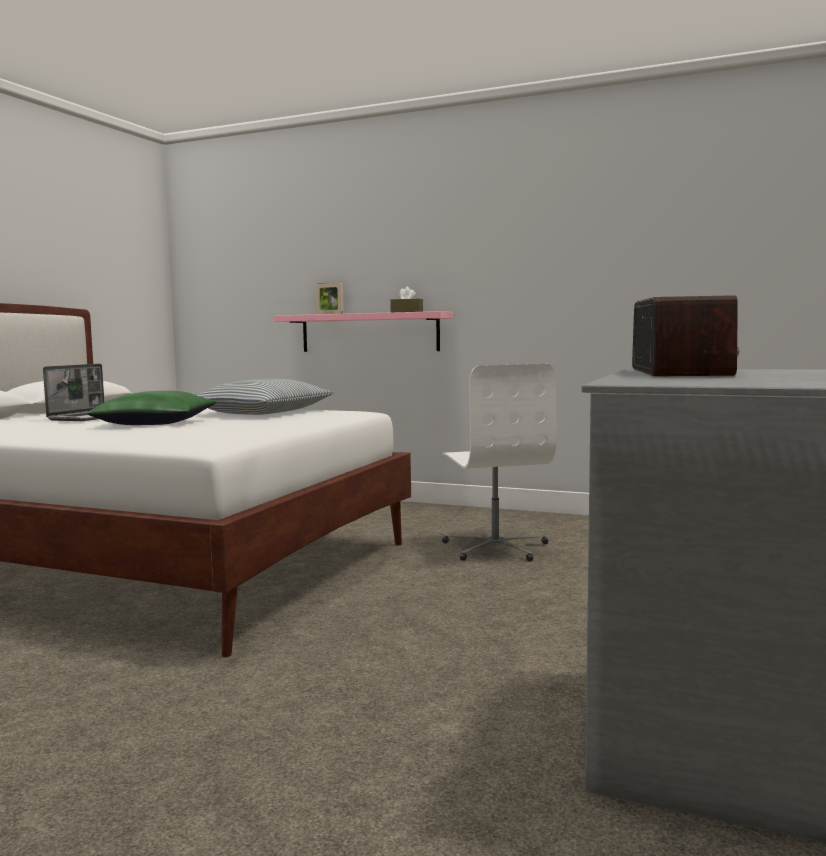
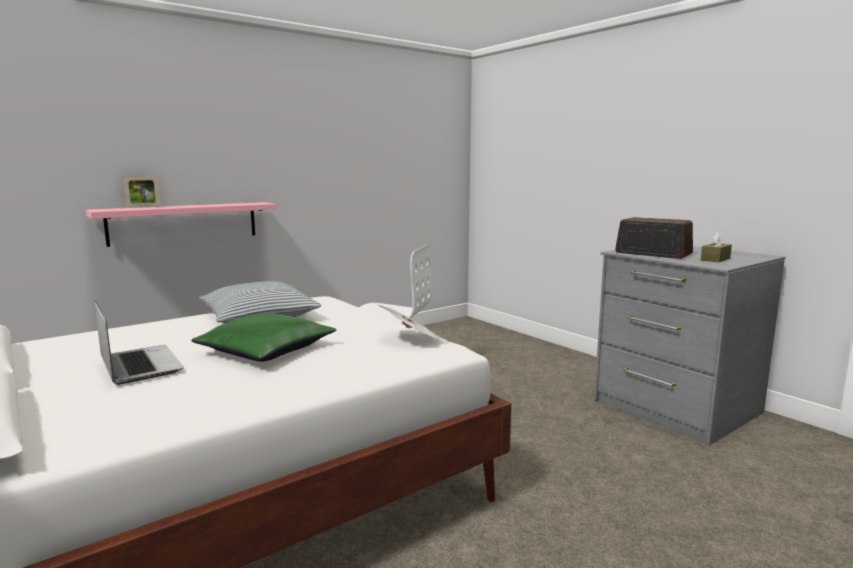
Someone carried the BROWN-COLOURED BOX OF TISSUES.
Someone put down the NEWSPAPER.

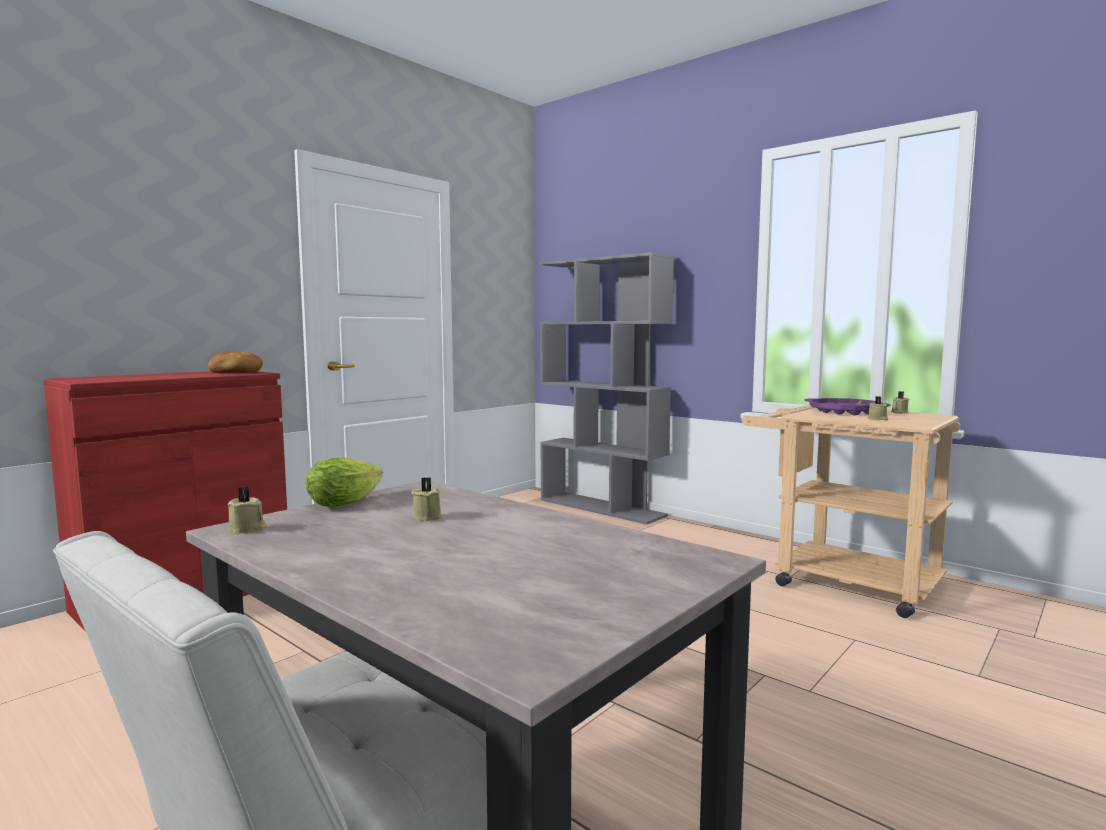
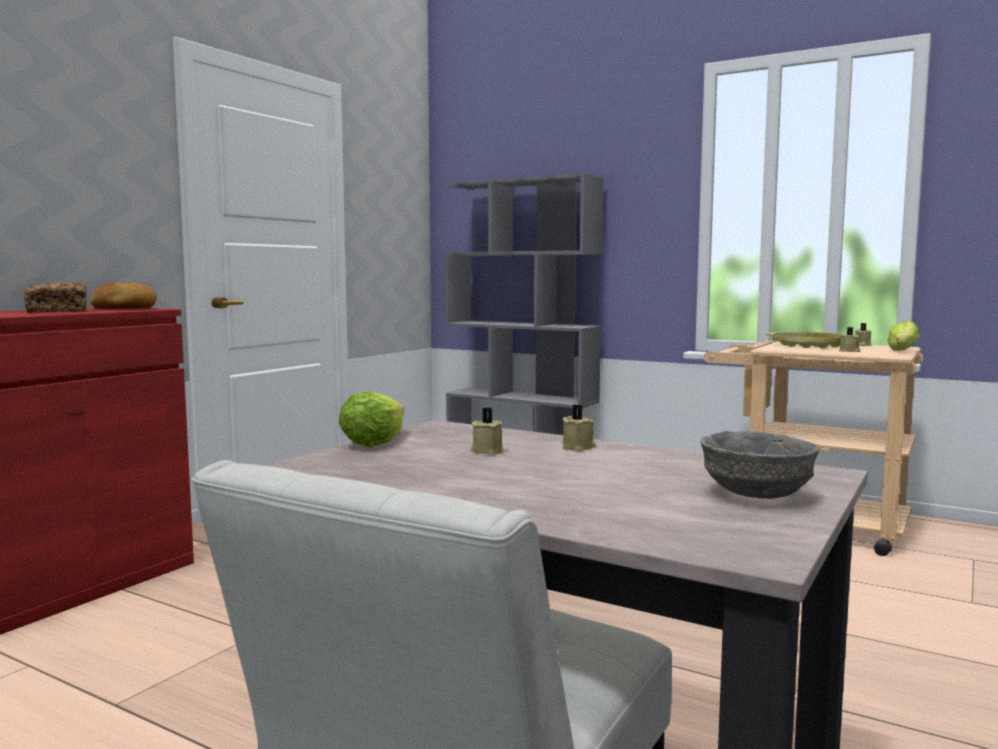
Someone carried the BEIGE-COLOURED WAX CANDLE (1st from left in the first image).
Someone repainted the PURPLISH TRAY, which became the YELLOWISH TRAY.
Someone put down the BAKERY BREAD (1st from left).
Someone put down the GRAY SERVING BOWL.
Someone put down the HEAD OF LETTUCE (2nd from left).

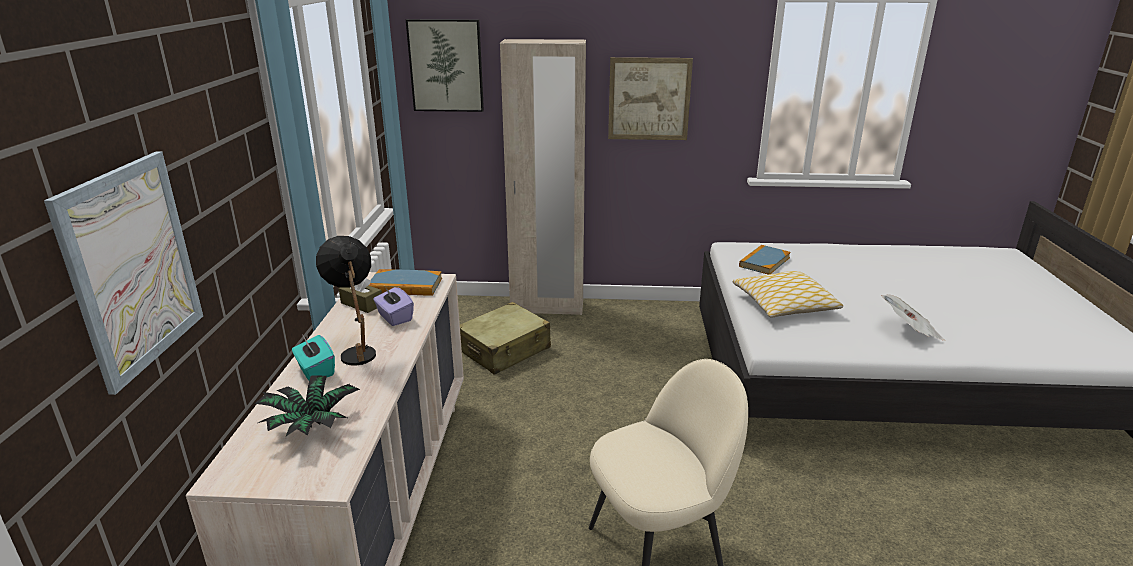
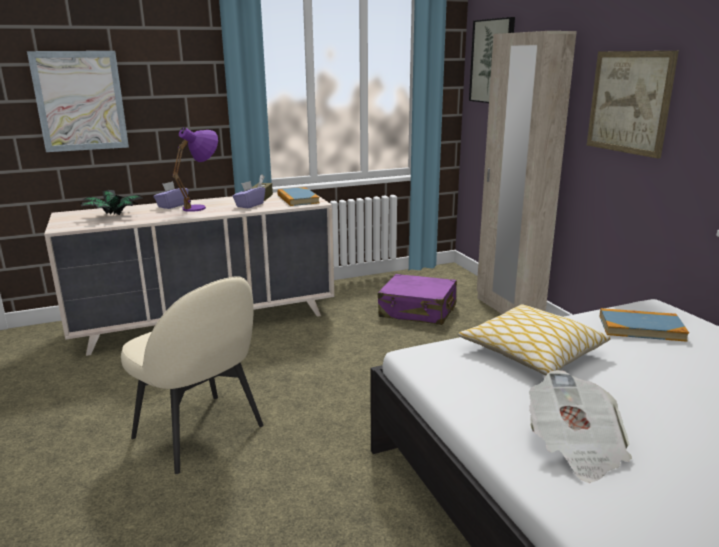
Someone repainted the TURQUOISE BOX OF TISSUES, which became the PURPLISH BOX OF TISSUES (1st from left).
Someone repainted the BLACK-COLOURED TABLE LAMP, which became the PURPLISH TABLE LAMP.
Someone repainted the BEIGE-COLOURED TRAVEL CASE, which became the PURPLISH TRAVEL CASE.

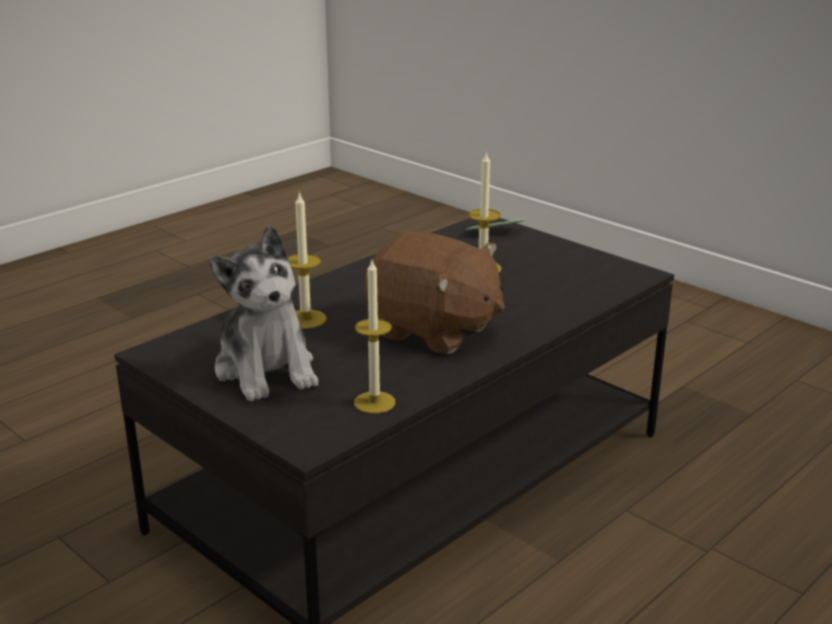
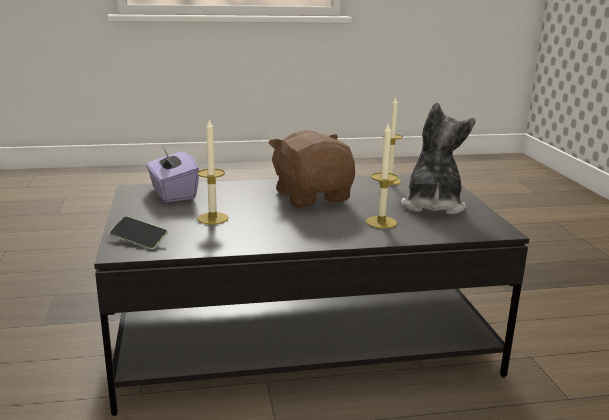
Someone put down the PURPLISH BOX OF TISSUES.

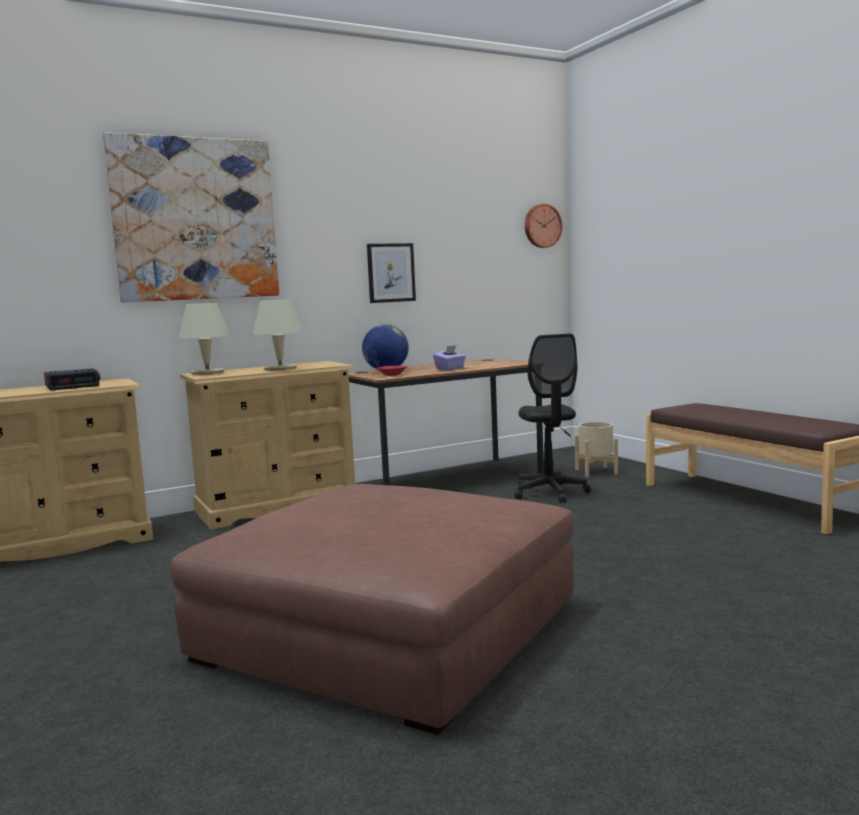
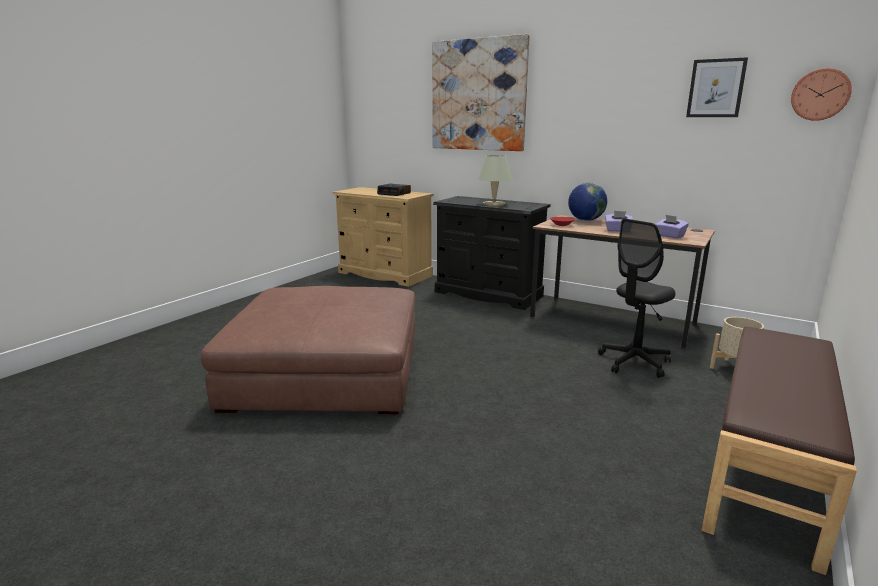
Someone took away the BEIGE-COLOURED TABLE LAMP (1st from left).
Someone repainted the BEIGE-COLOURED DRAWER CHEST (2nd from left), which became the BLACK-COLOURED DRAWER CHEST.
Someone carried the WALL PICTURE (2nd from left).
Someone put down the PURPLISH BOX OF TISSUES (2nd from left).

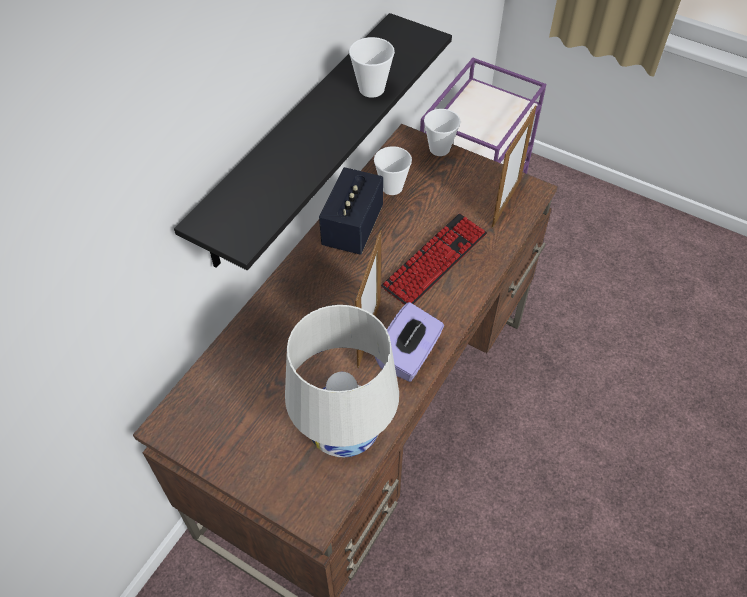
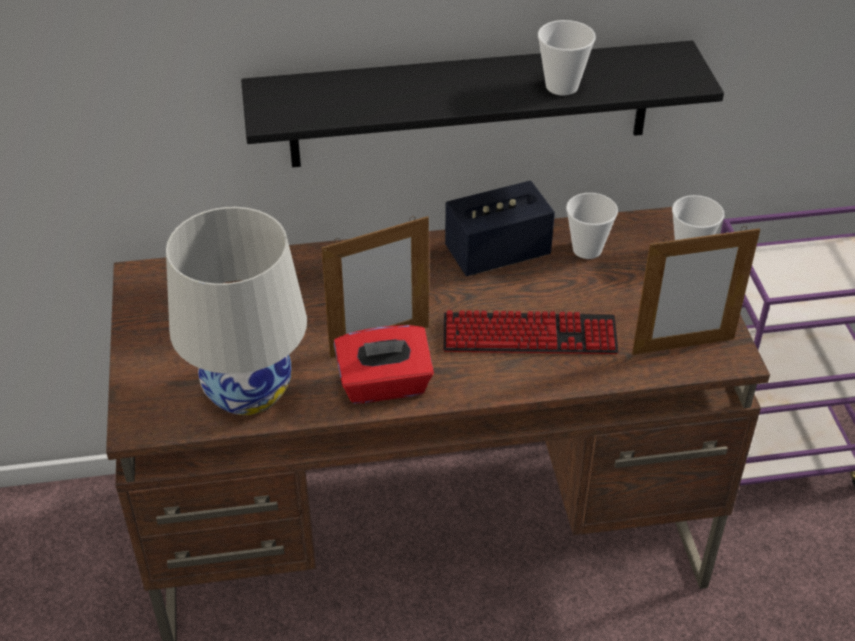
Someone repainted the PURPLISH BOX OF TISSUES, which became the RED BOX OF TISSUES.

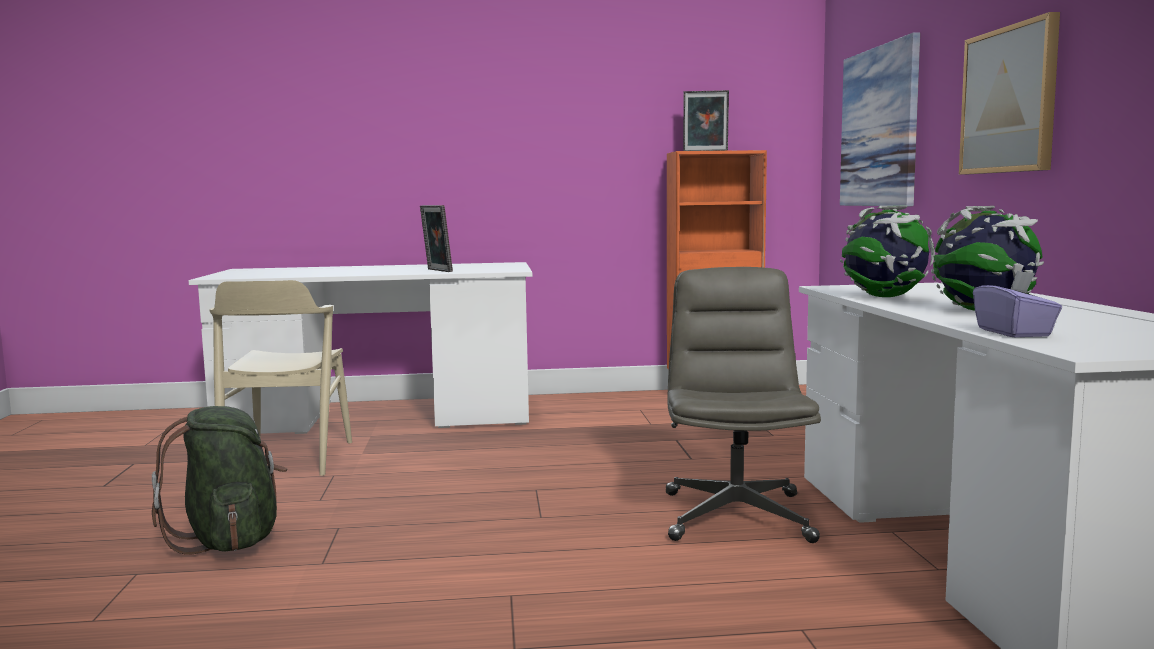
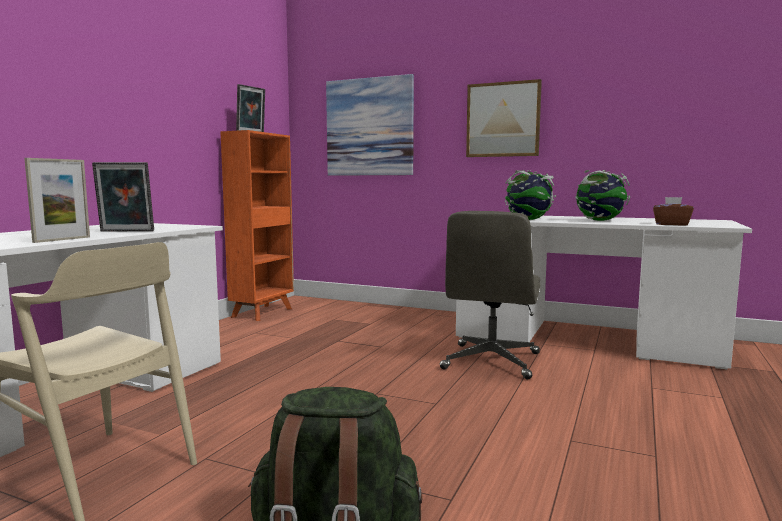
Someone rotated the GRAY COMPUTER CHAIR by 105 degrees counterclockwise.
Someone repainted the PURPLISH BOX OF TISSUES, which became the BROWN-COLOURED BOX OF TISSUES.
Someone put down the PHOTO FRAME (1st from left).

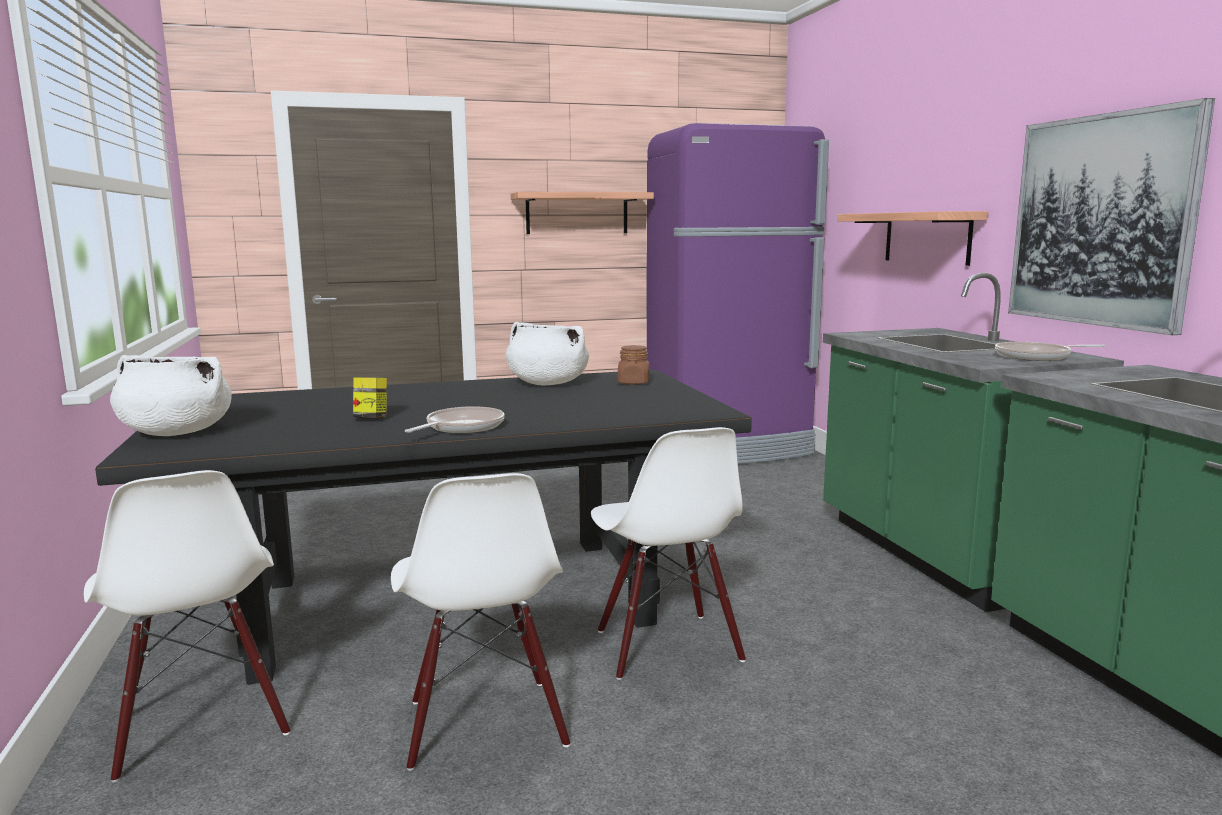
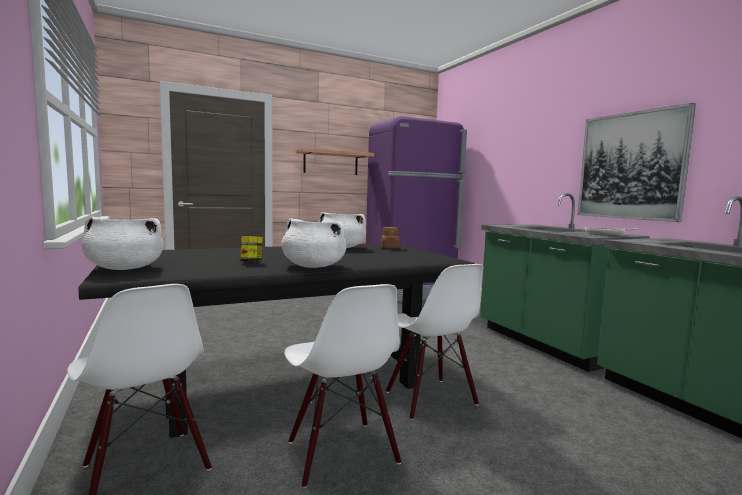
Someone swapped the FRYING PAN (1st from left) for the WHITISH STOCKPOT (2nd from left).
Someone took away the WALL SHELF (2nd from left).

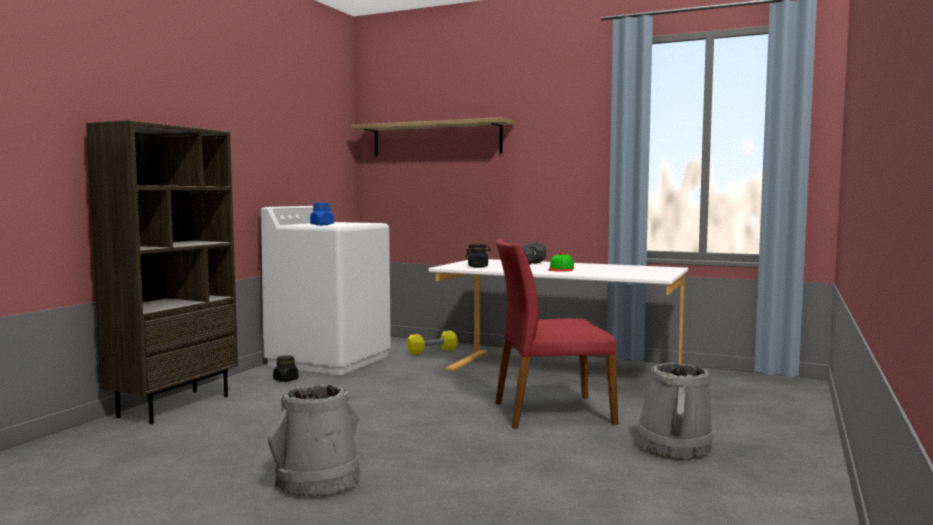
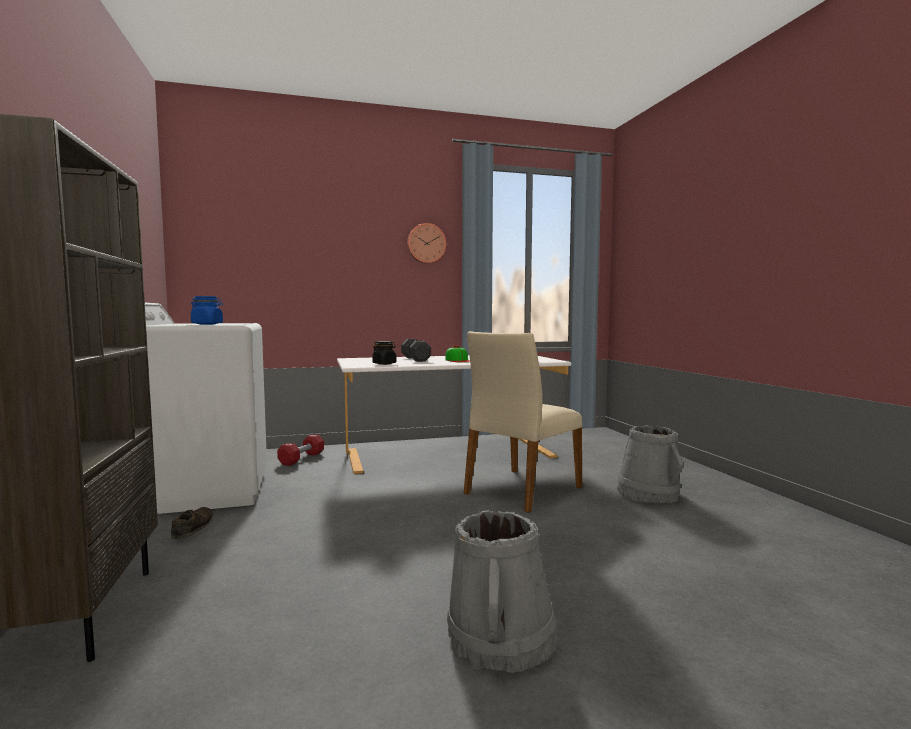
Someone swapped the BLACK-COLOURED PRESERVE JAR (1st from left) for the BROWN-COLOURED ITEM OF FOOTWEAR.
Someone took away the WALL SHELF.
Someone repainted the YELLOWISH HAND WEIGHT, which became the RED HAND WEIGHT.
Someone repainted the RED UPRIGHT CHAIR, which became the BEIGE-COLOURED UPRIGHT CHAIR.
Someone put up the CLOCK ON THE WALL.

